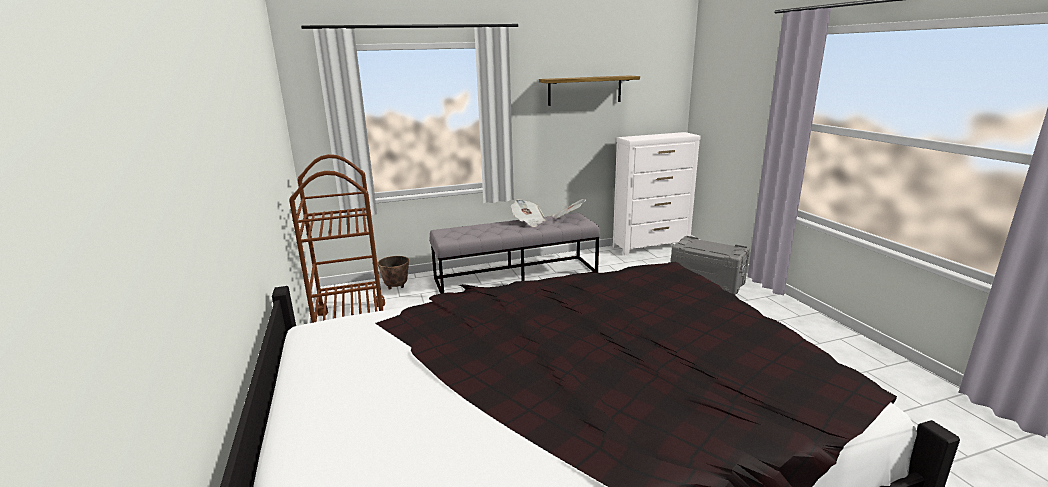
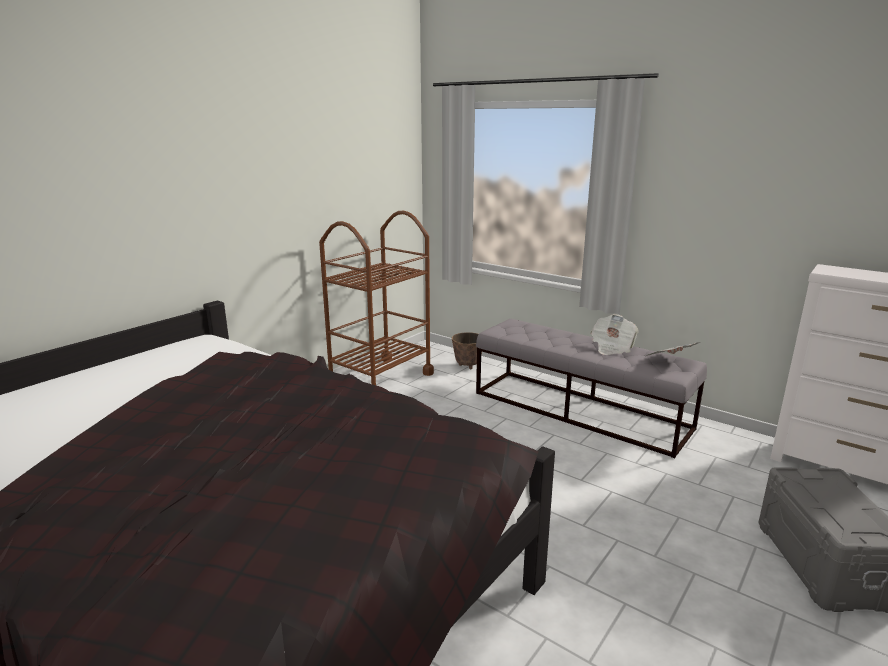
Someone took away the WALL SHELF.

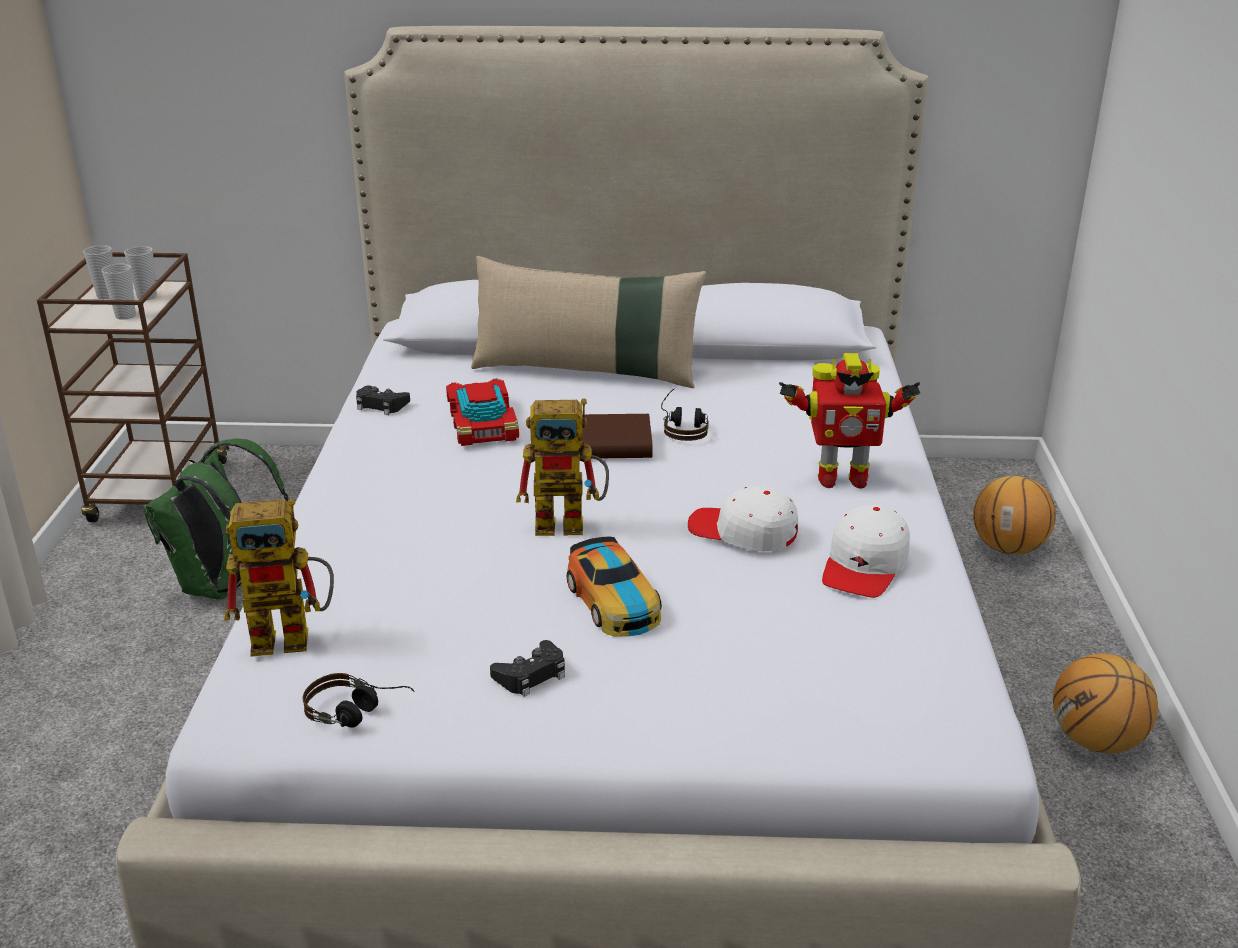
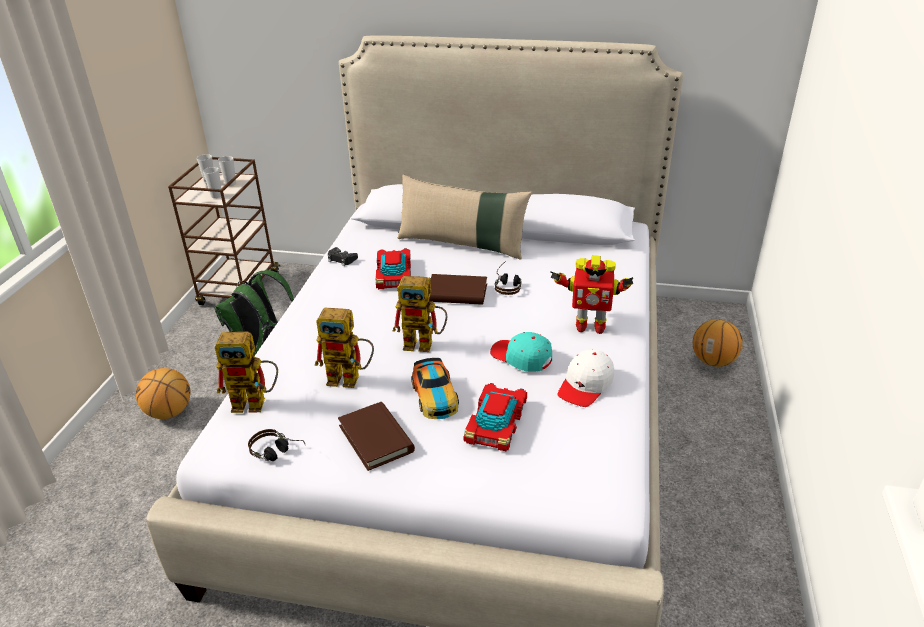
Someone swapped the BLACK-COLOURED JOYPAD (2nd from left) for the BROWN-COLOURED VOLUME (1st from left).
Someone repainted the WHITISH BASEBALL CAP (1st from left), which became the TURQUOISE BASEBALL CAP.
Someone carried the BALL FOR BASKETBALL (2nd from left in the first image).
Someone put down the MODEL ROBOT (2nd from left).
Someone put down the TOY CAR (3rd from left).

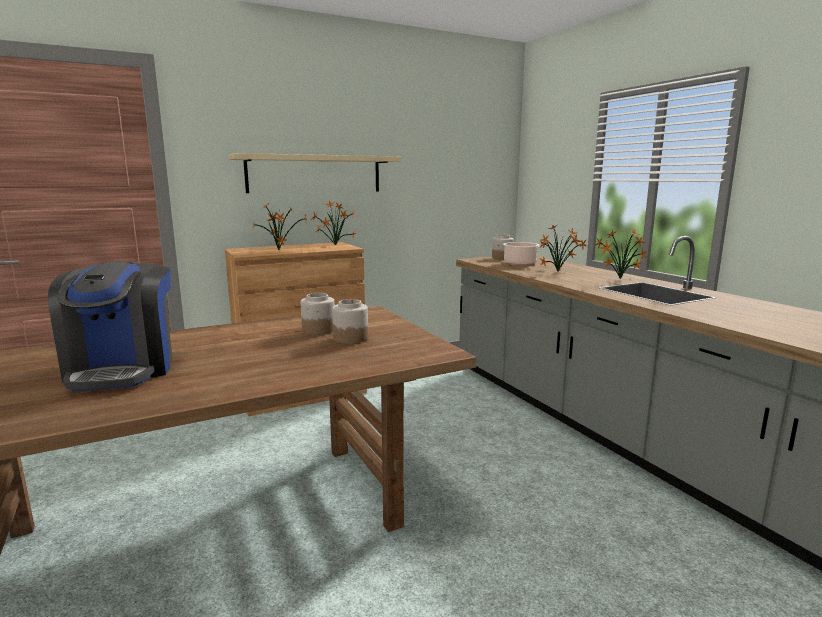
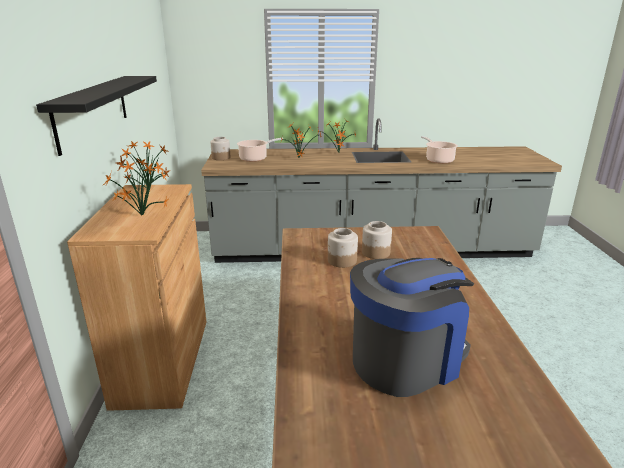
Someone rotated the COFFEE BREWER by 45 degrees counterclockwise.
Someone repainted the BEIGE-COLOURED WALL SHELF, which became the BLACK-COLOURED WALL SHELF.
Someone put down the STOCKPOT (2nd from left).

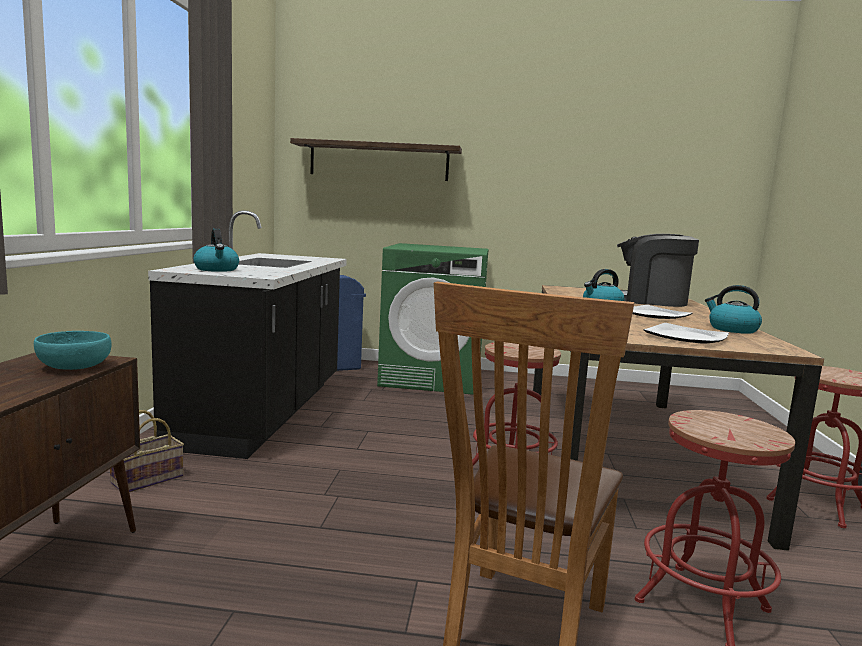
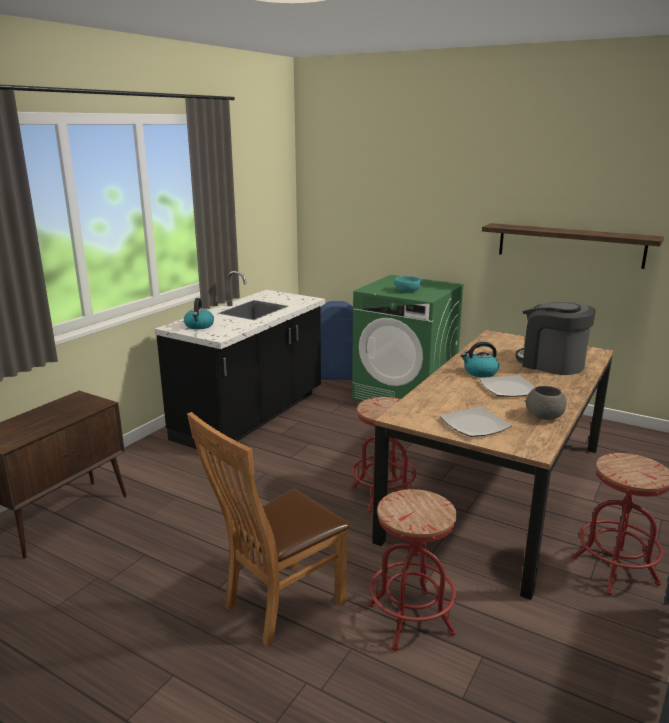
Someone carried the TURQUOISE SERVING BOWL.
Someone took away the STORAGE BASKET.
Someone carried the WALL SHELF.
Someone swapped the TEA KETTLE (3rd from left) for the GRAY SERVING BOWL.

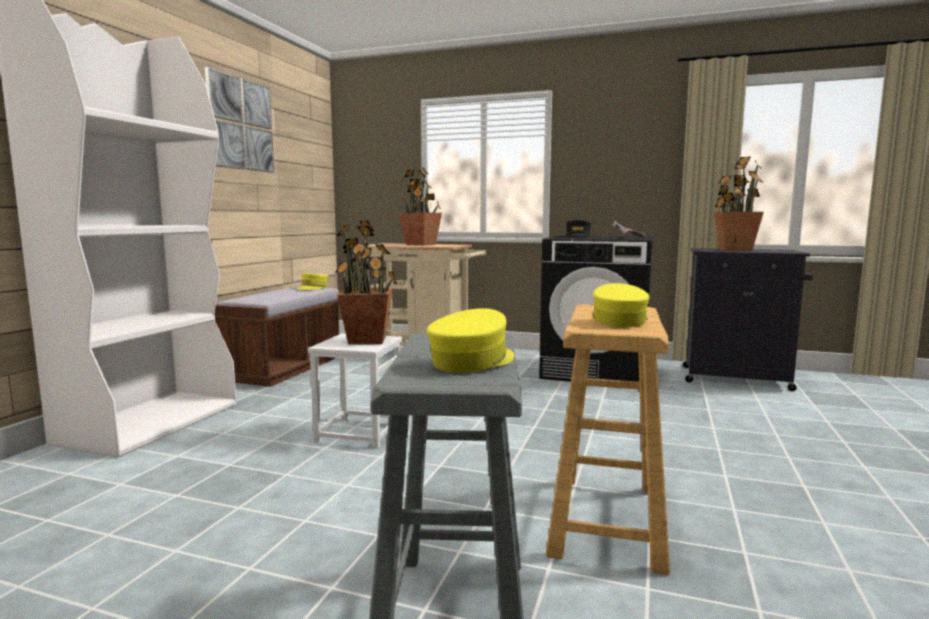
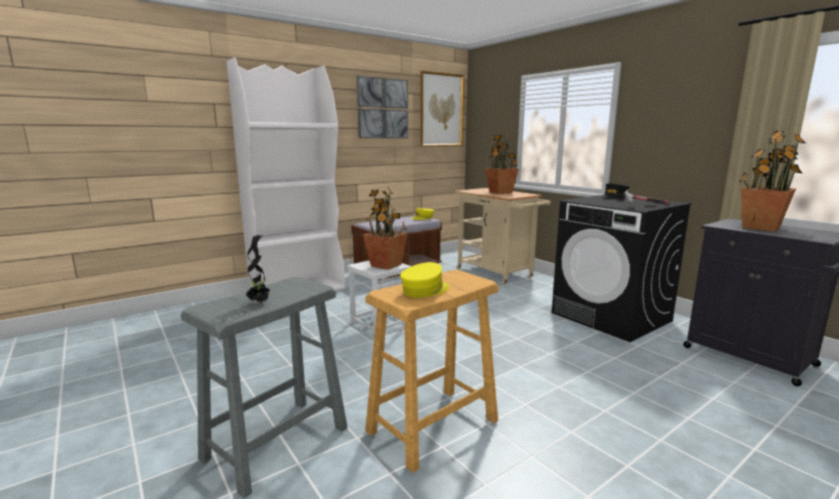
Someone swapped the YELLOWISH BASEBALL CAP (2nd from left) for the PLANT IN A POT (1st from left).
Someone put up the WALL PICTURE (2nd from left).

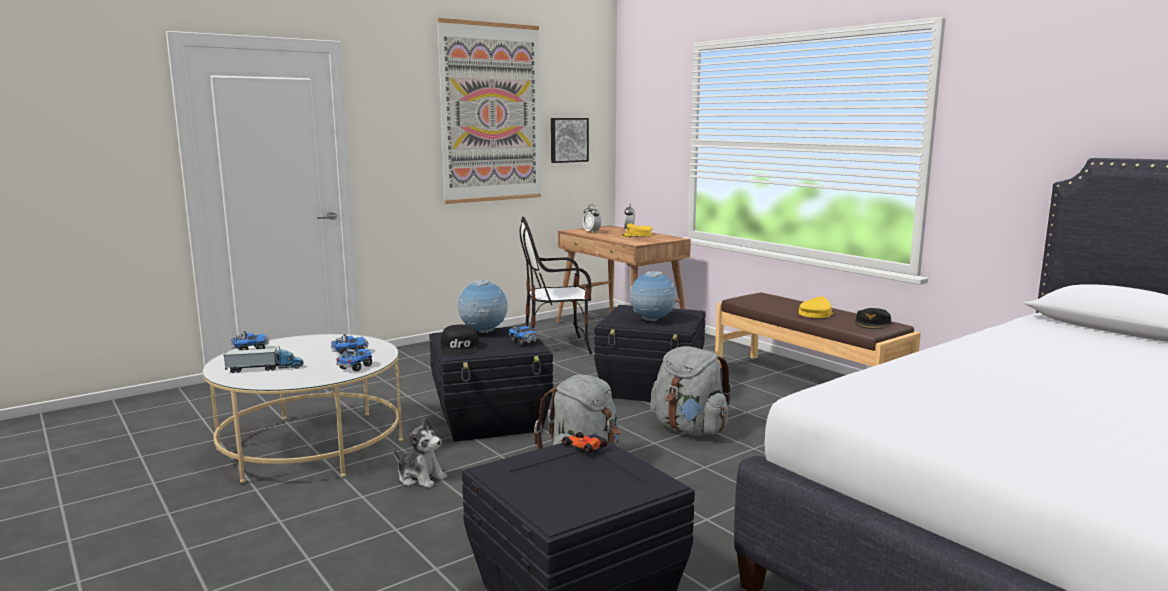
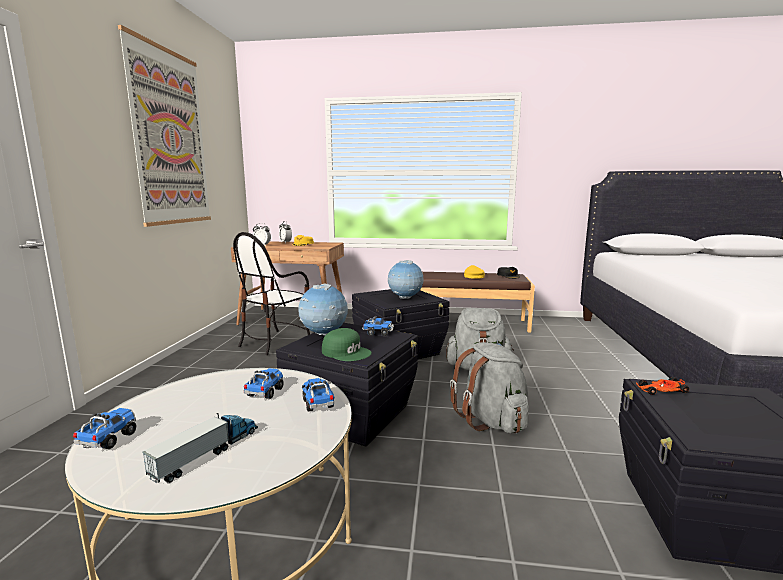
Someone took away the PLUSH TOY.
Someone repainted the BLACK-COLOURED BASEBALL CAP (1st from left), which became the GREEN BASEBALL CAP.
Someone took away the WALL PICTURE (2nd from left).

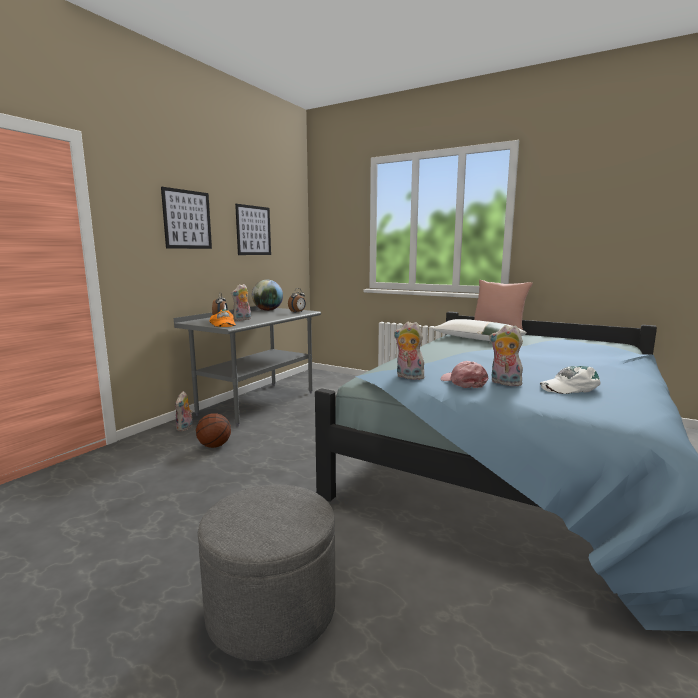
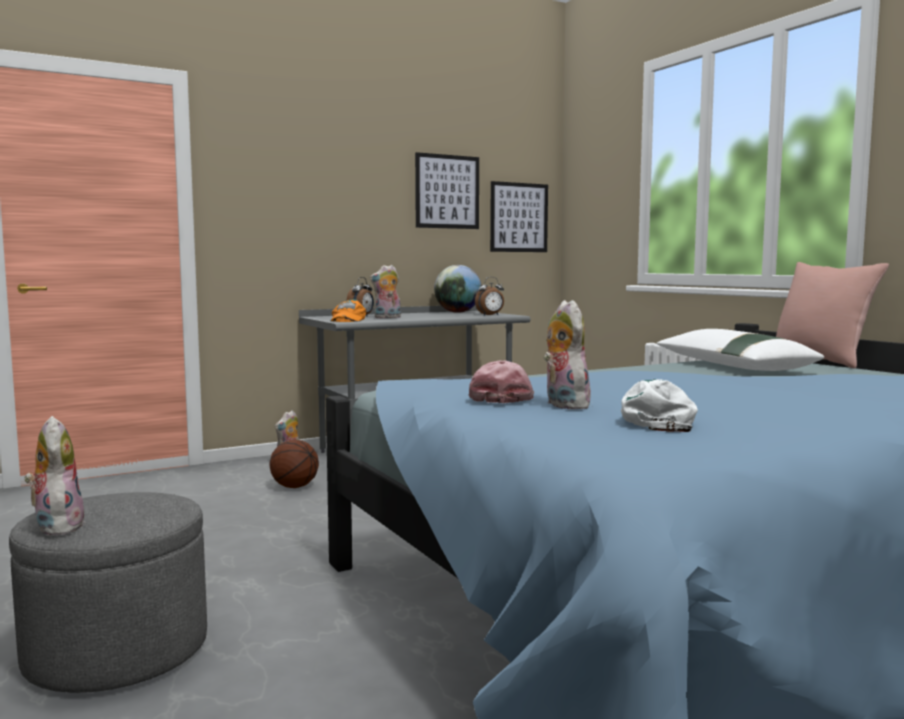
Someone carried the WALL PICTURE (1st from left in the first image).
Someone carried the PLUSH TOY (3rd from left in the first image).
Someone rotated the WHITISH BASEBALL CAP by 90 degrees clockwise.

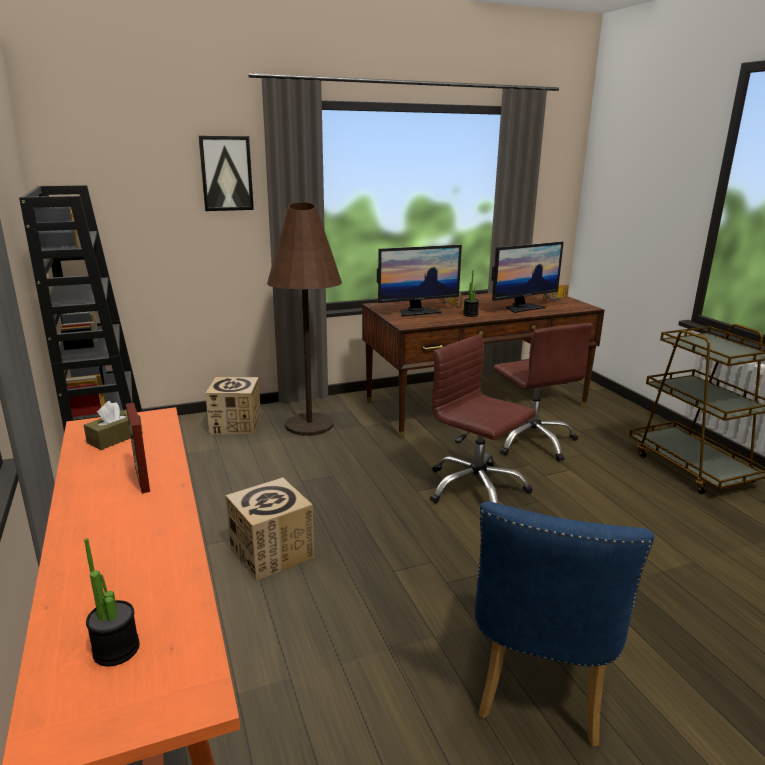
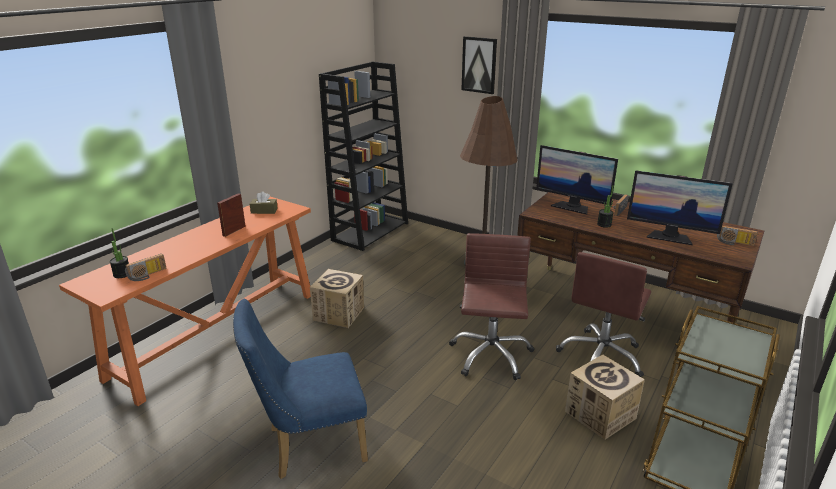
Someone carried the PACKING BOX (1st from left in the first image).
Someone put down the RADIO (1st from left).

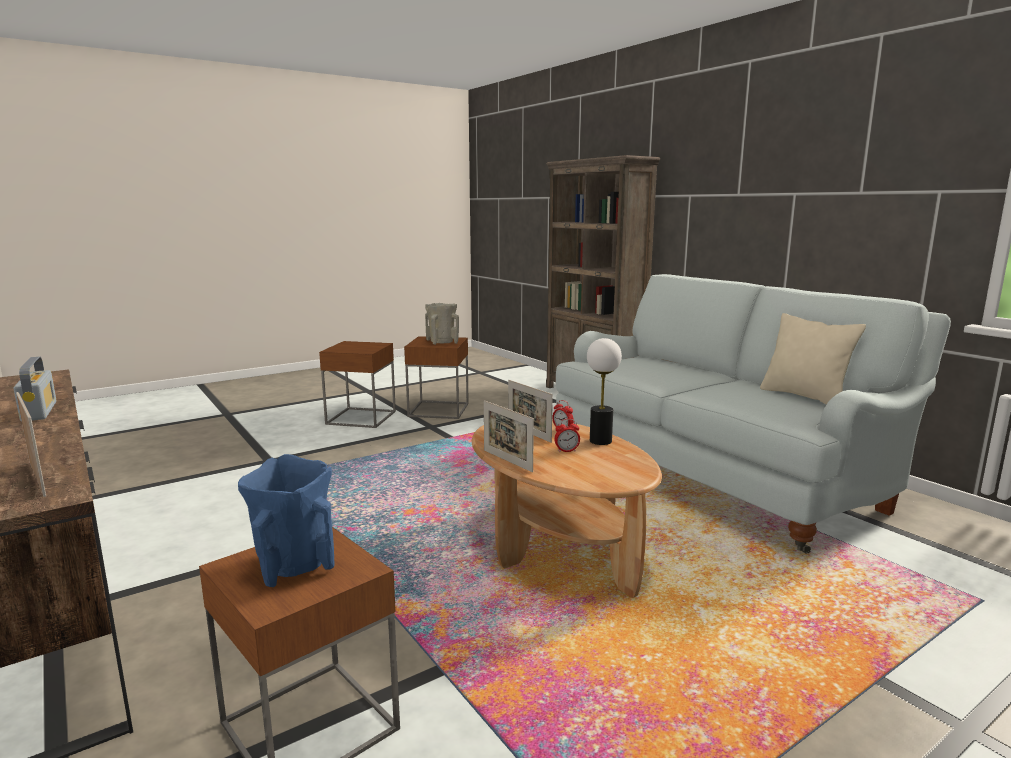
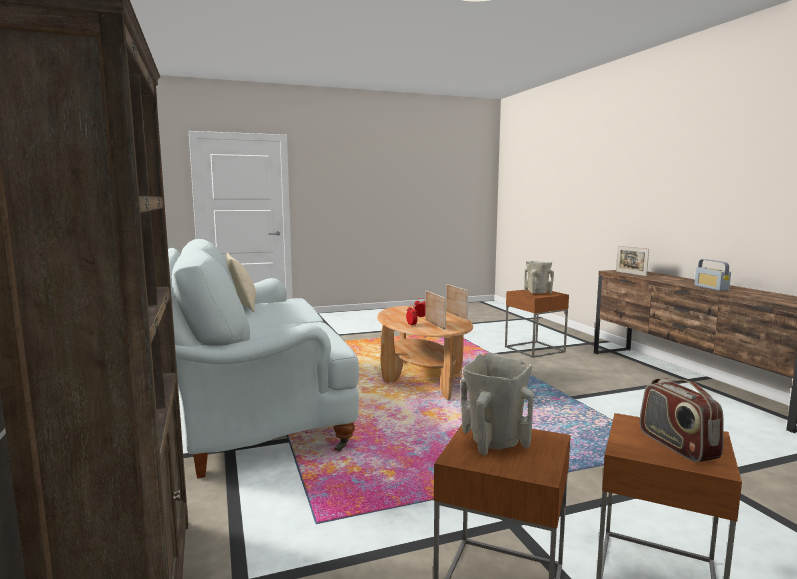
Someone repainted the BLUE-COLOURED FLOWER VASE, which became the BEIGE-COLOURED FLOWER VASE (2nd from left).
Someone took away the TABLE LAMP.
Someone put down the RADIO (1st from left).

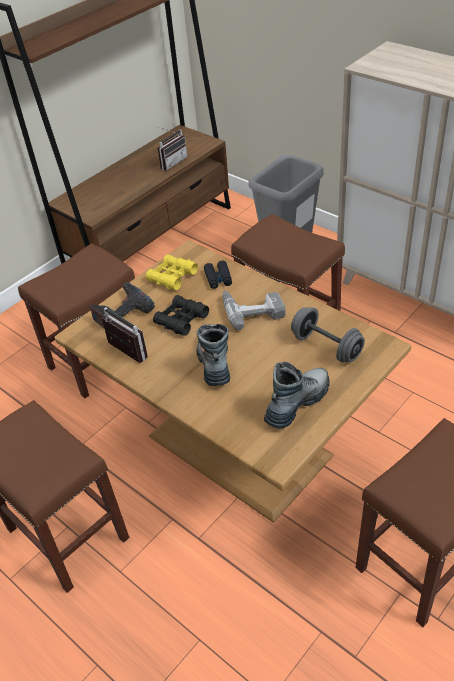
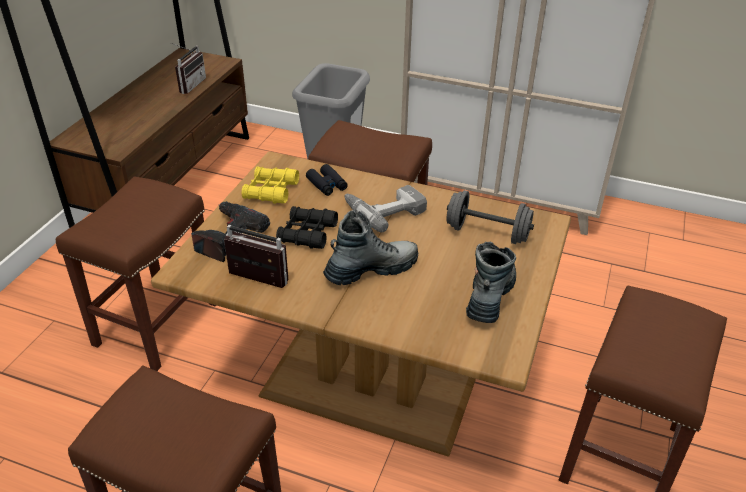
Someone rotated the TALL BOOT (1st from left) by 90 degrees clockwise.

